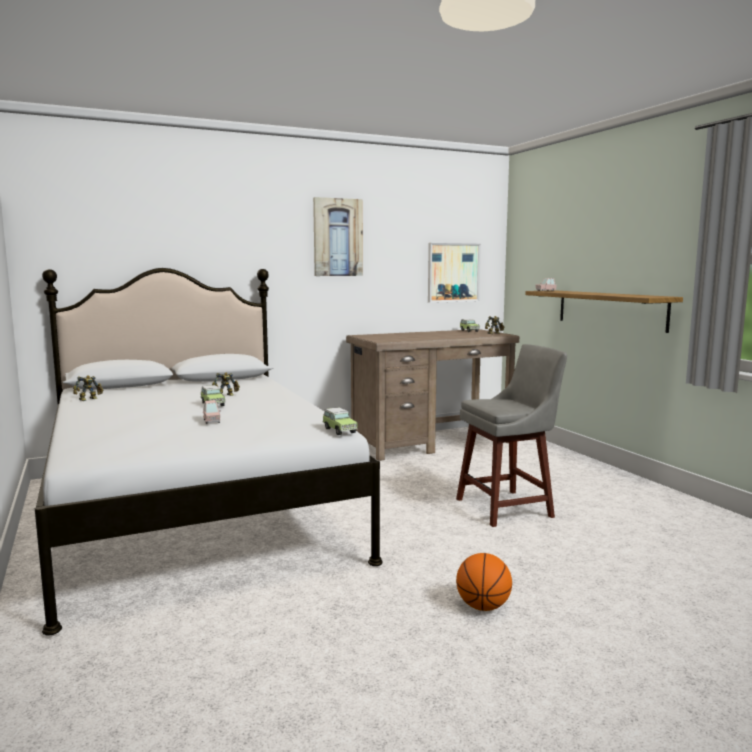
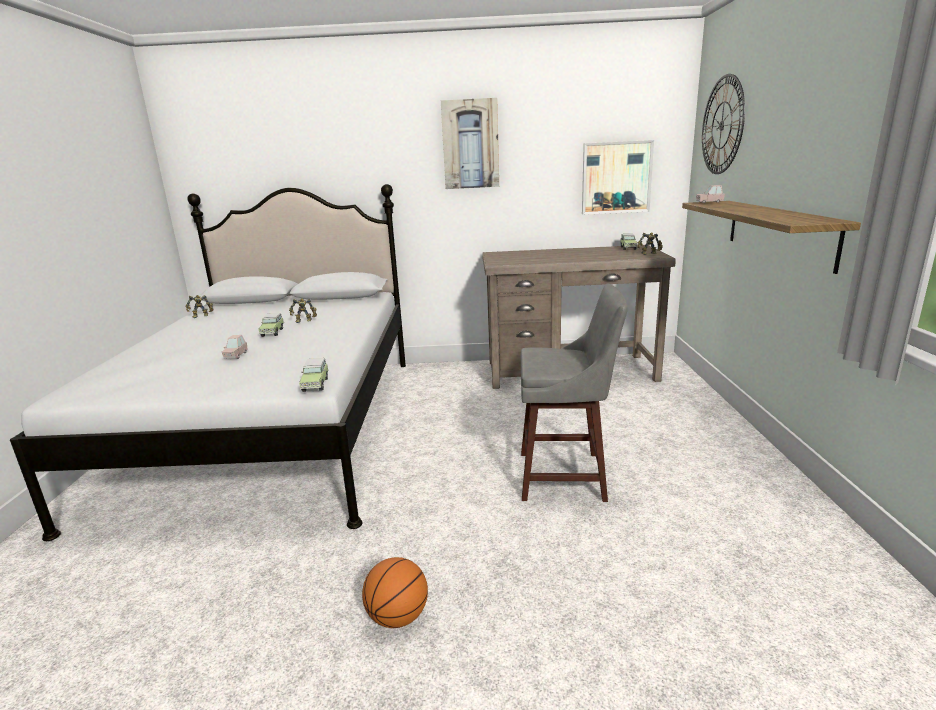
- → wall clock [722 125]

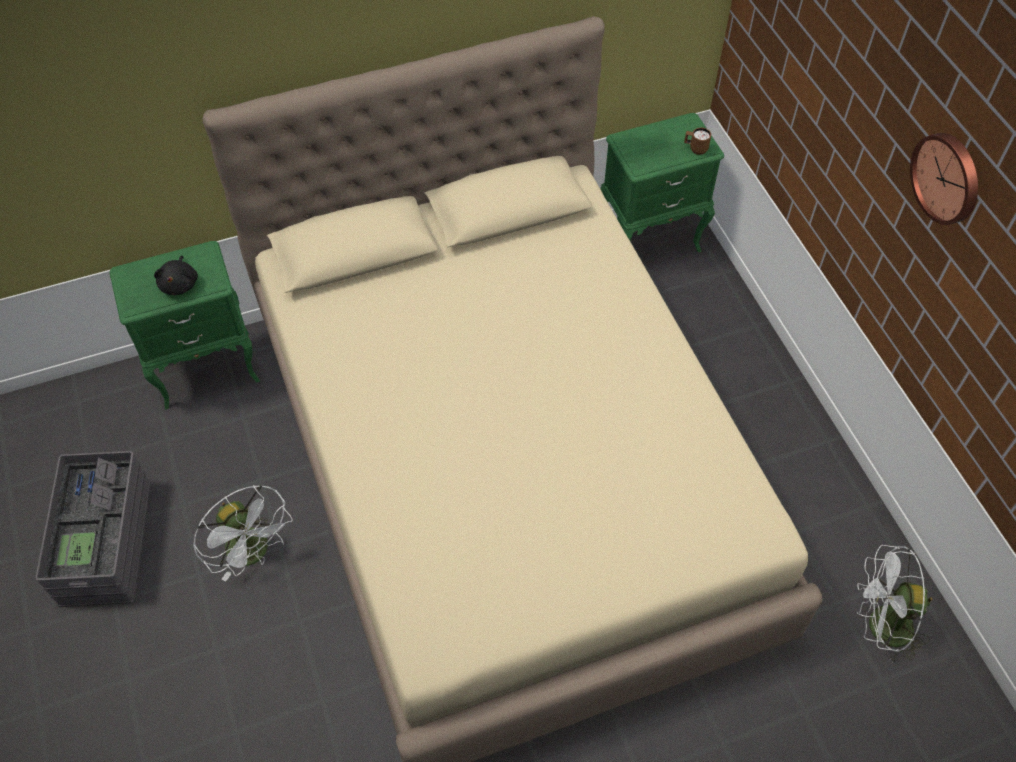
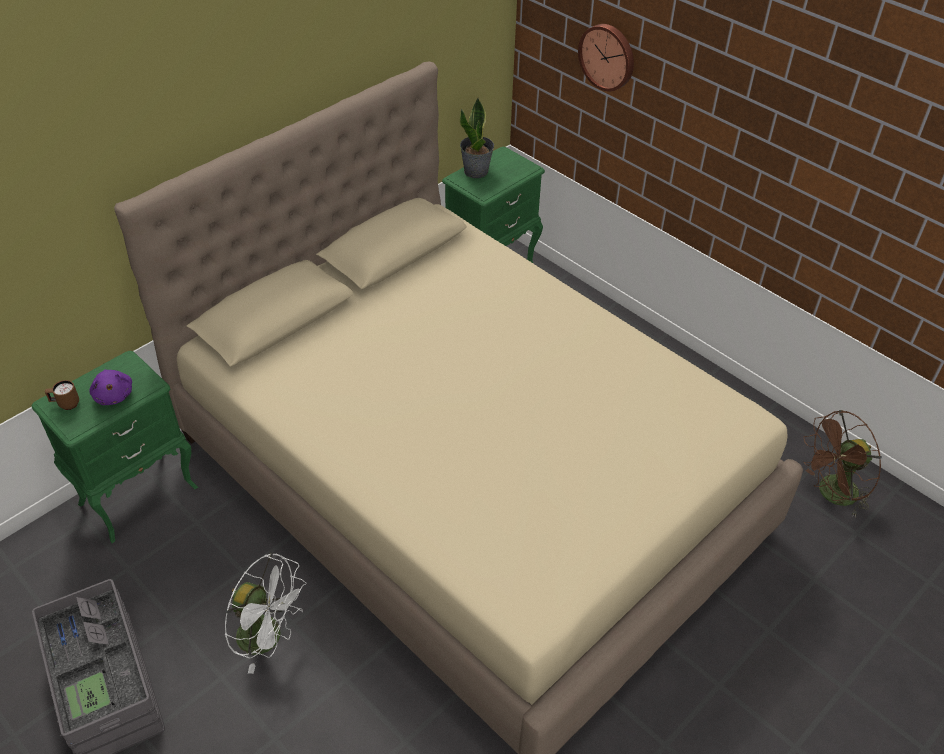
brown-coloured coffee mug [695 149] → brown-coloured coffee mug [65 404], shifted
blackish soft toy [180 284] → purplish soft toy [114 395]
- → plant in a pot [476 171]
wall clock [947 177] → wall clock [608 56], shifted
white-coloured cooling fan [880 628] → brown-coloured cooling fan [831 495]

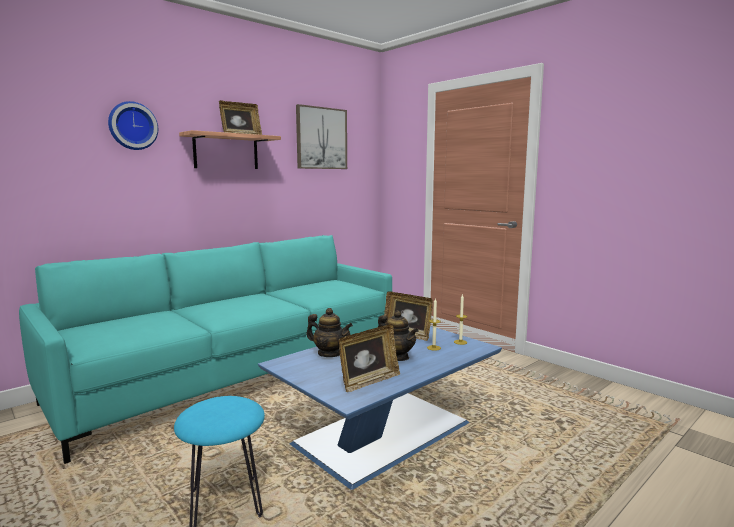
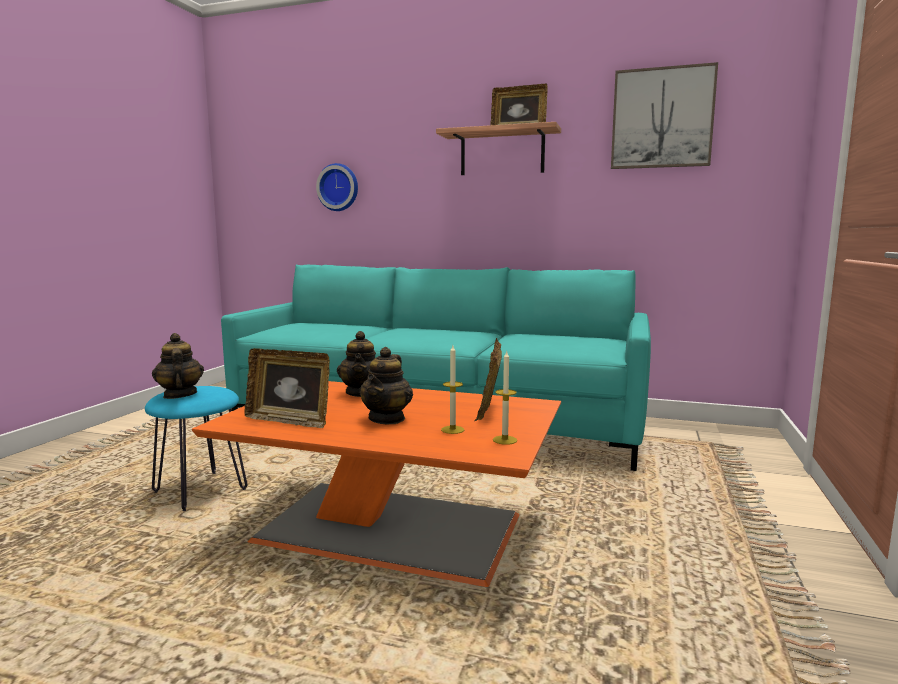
- → teapot [179 395]
blue-coloured coffee table [385 432] → orange coffee table [395 529]
wall clock [132 126] → wall clock [339 187], shifted

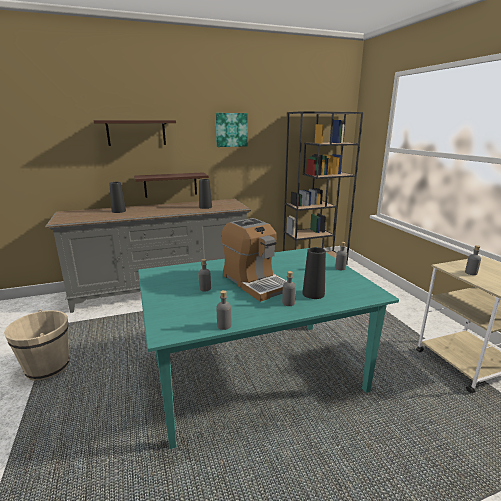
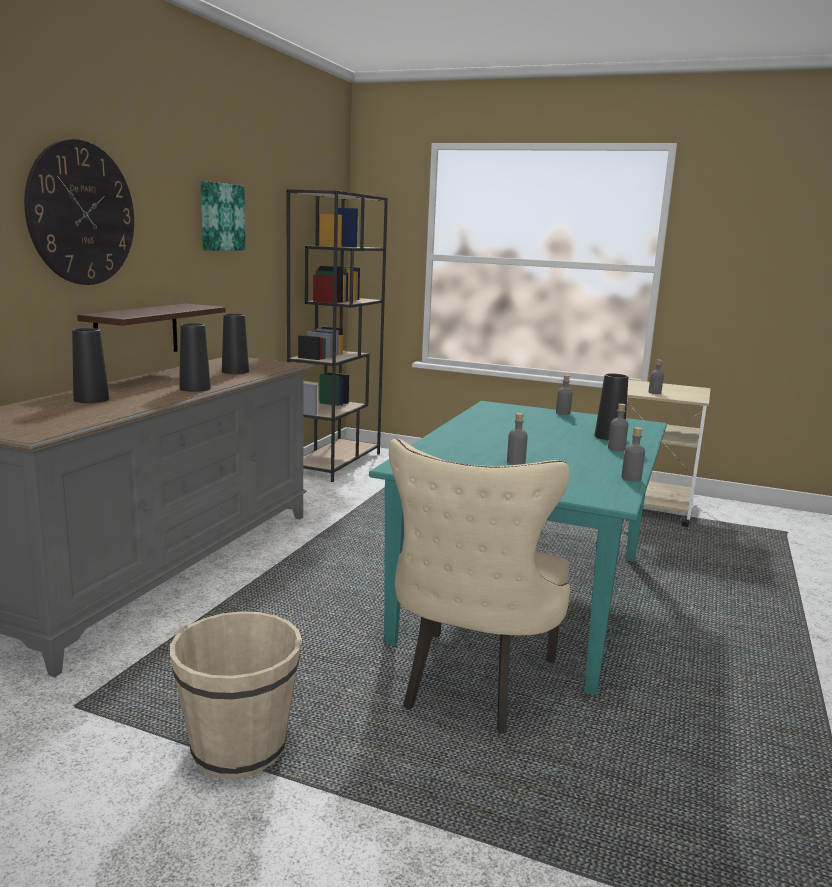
wall shelf [136 132] → wall clock [82 213]
- → blackish decorative vase [195 388]
- → sand-coloured plain chair [472 685]
coffee maker [255 282] → -

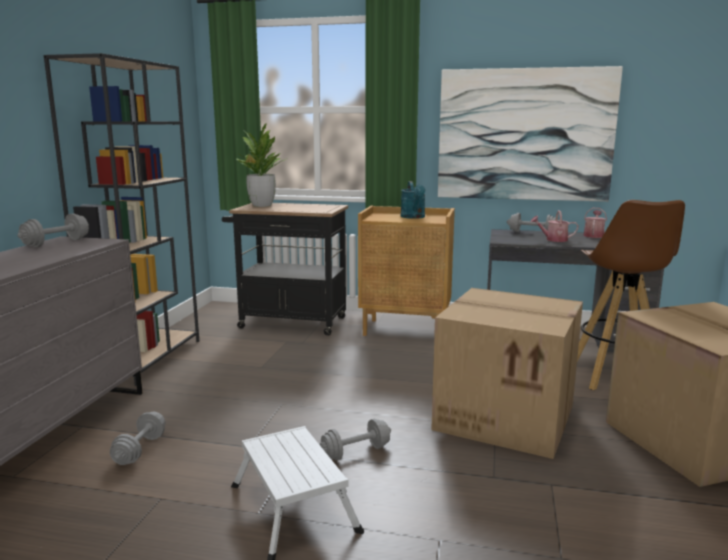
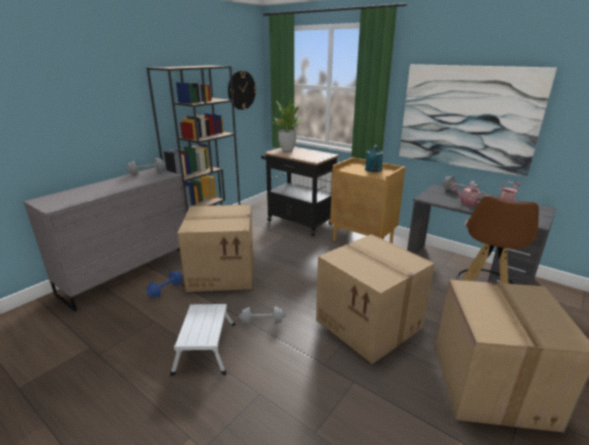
gray free weight [140 450] → blue-coloured free weight [166 290]
- → carton [223 272]
- → wall clock [241 90]

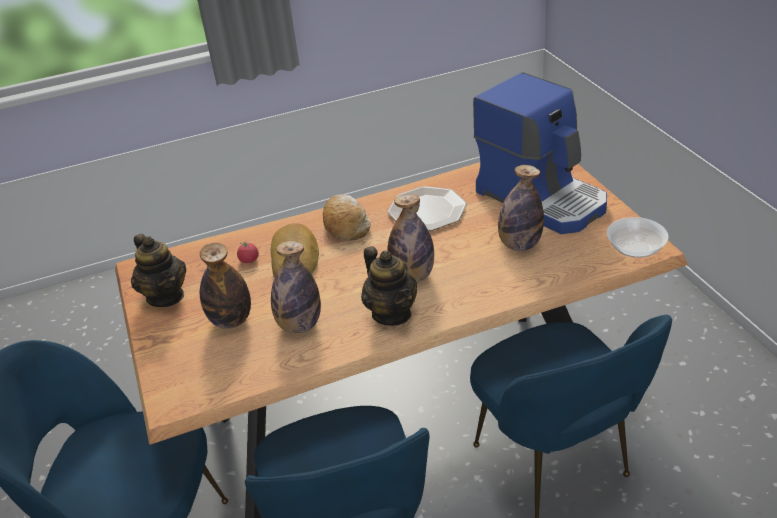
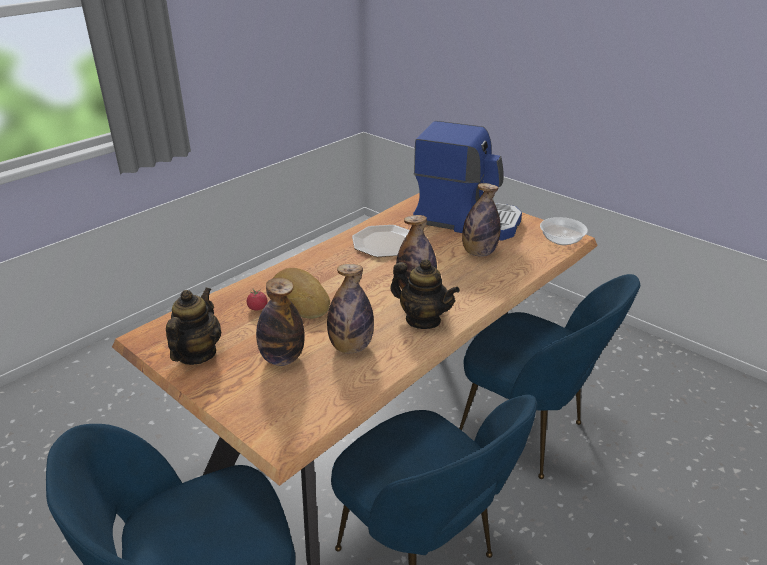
teapot [166 296] → teapot [196 354], 105 degrees counterclockwise
bread [346 225] → -

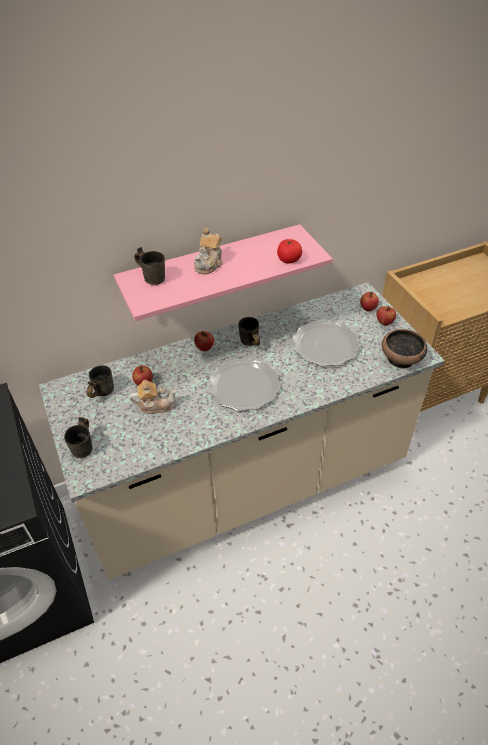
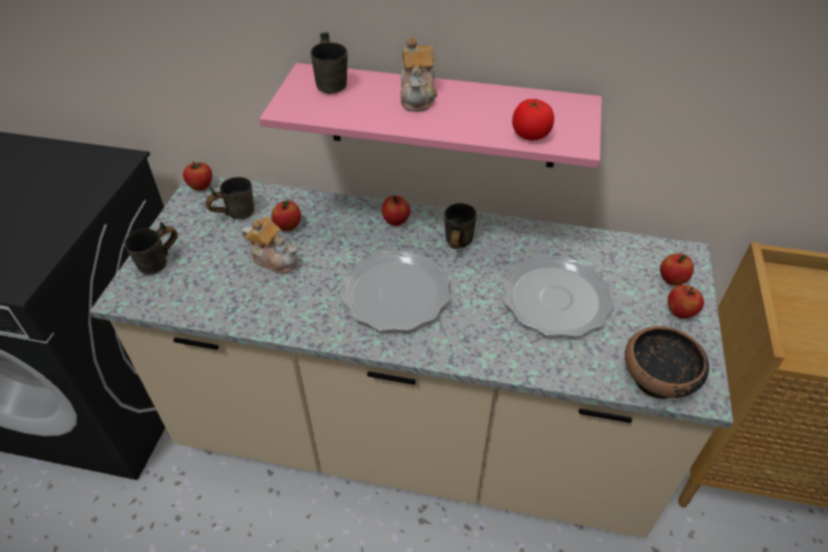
- → apple fruit [201 186]
teapot [209 264] → teapot [418 96], 60 degrees counterclockwise

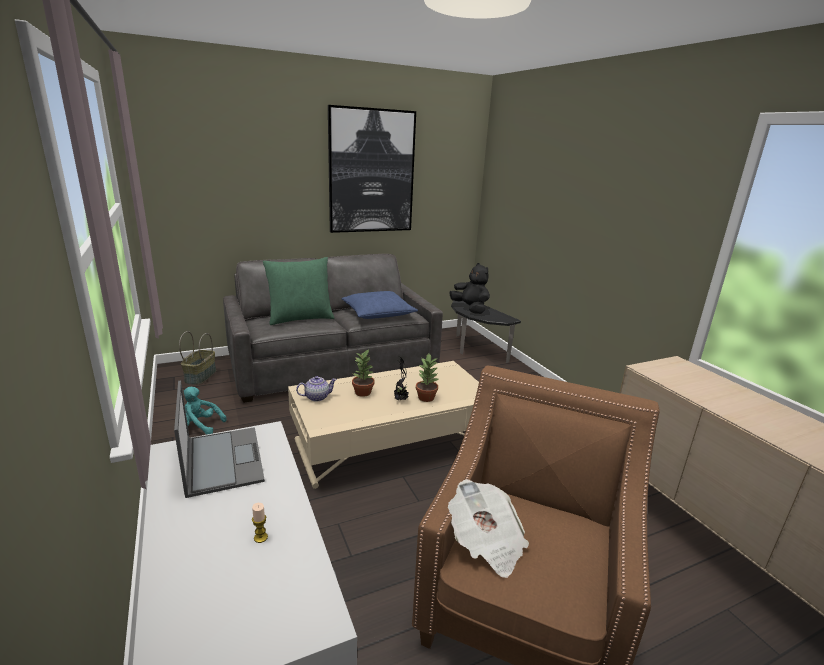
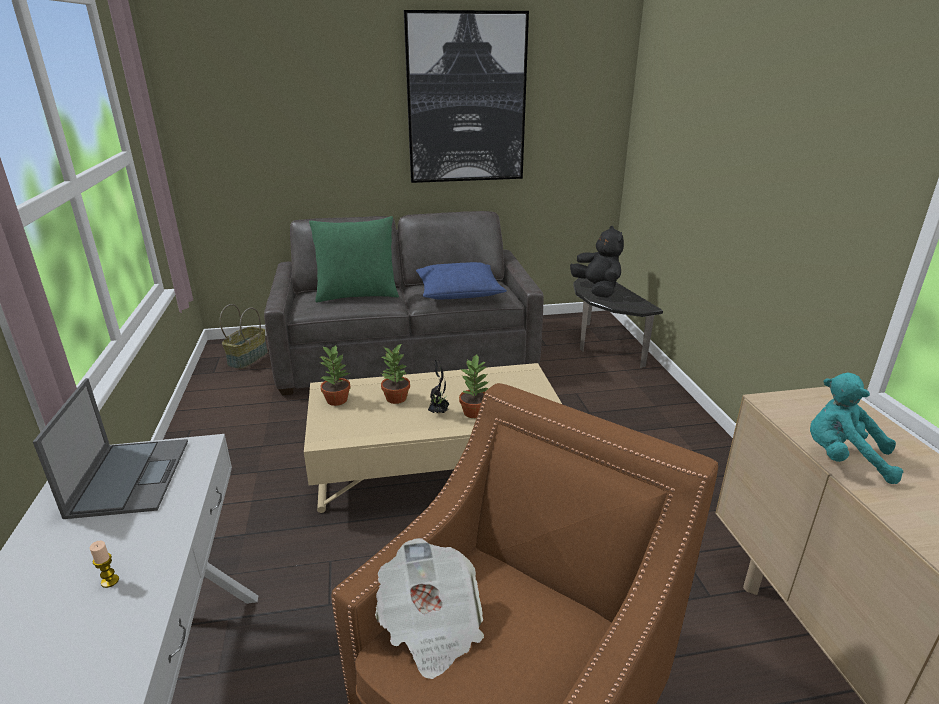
teapot [316 397] → plant in a pot [337 400]
blue-green soft toy [200 426] → blue-green soft toy [843 459], shifted

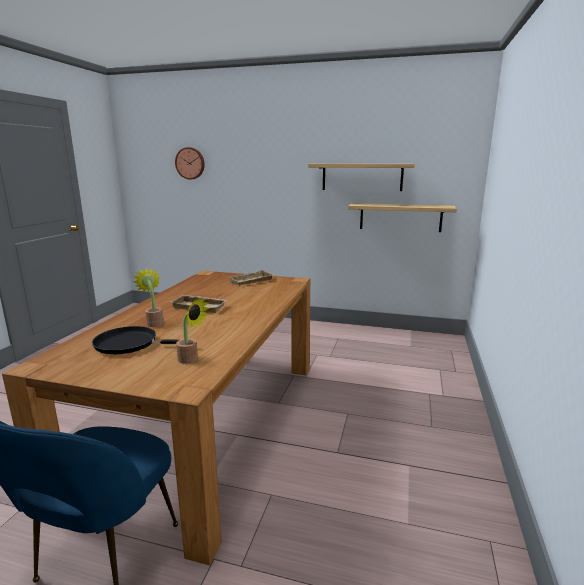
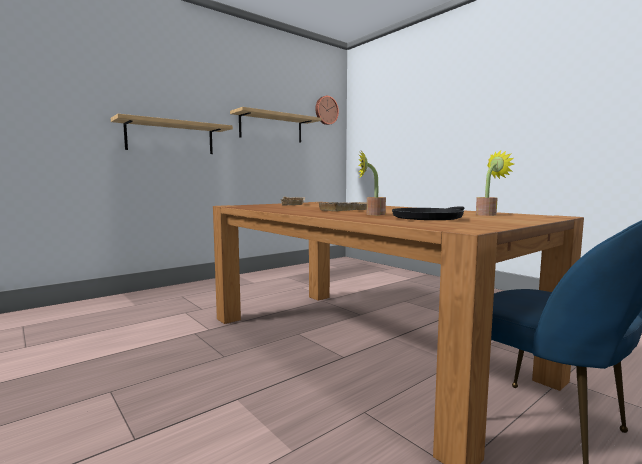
wall shelf [400 217] → wall shelf [171 137], shifted
wall clock [190 163] → wall clock [326 110], shifted

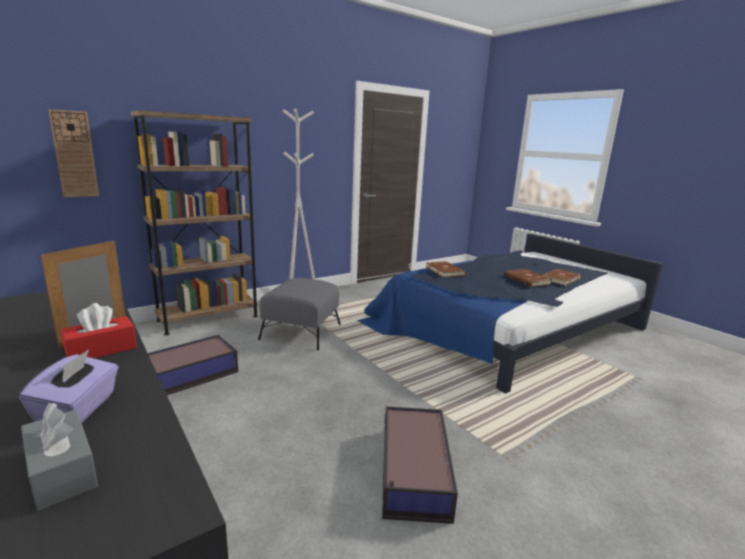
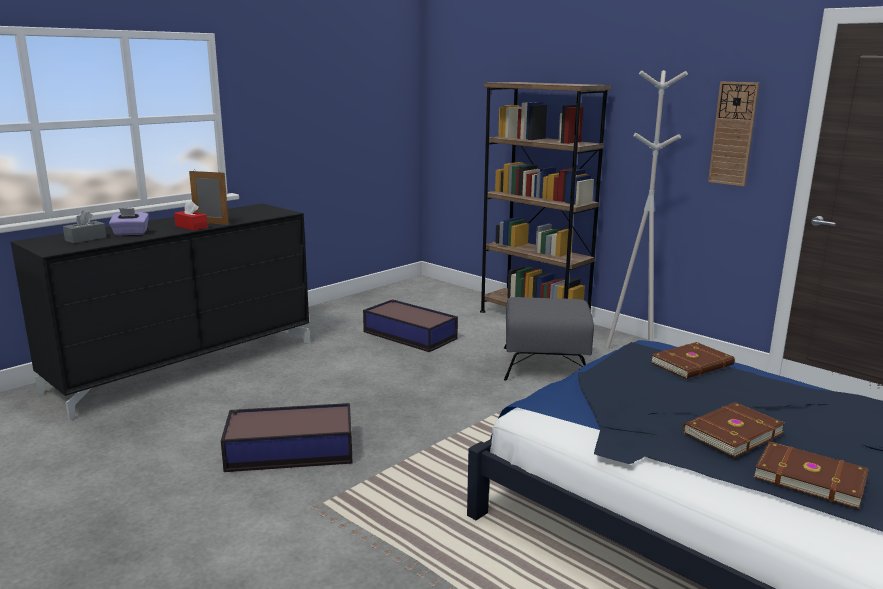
wall clock [74 154] → wall clock [733 134], shifted

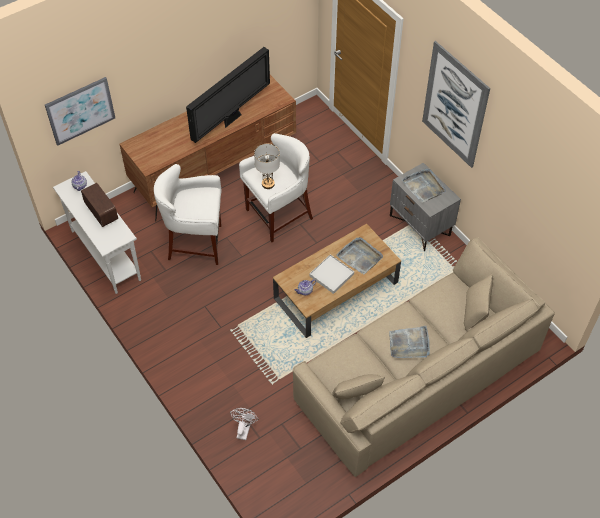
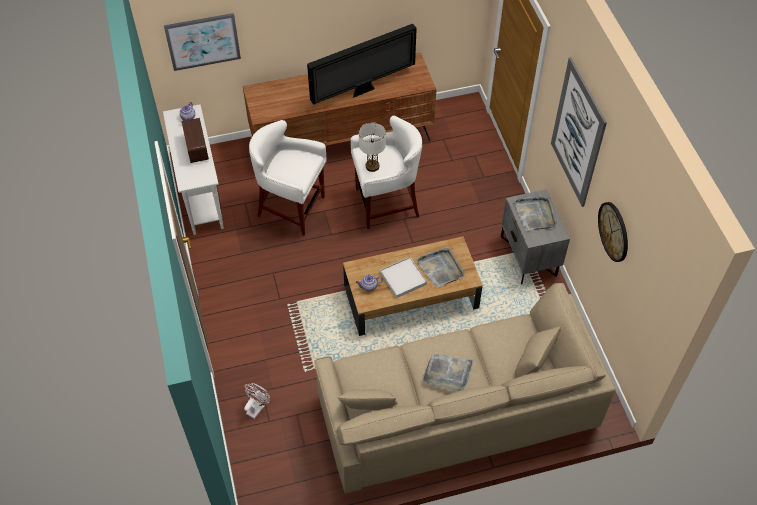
- → wall clock [614 231]

